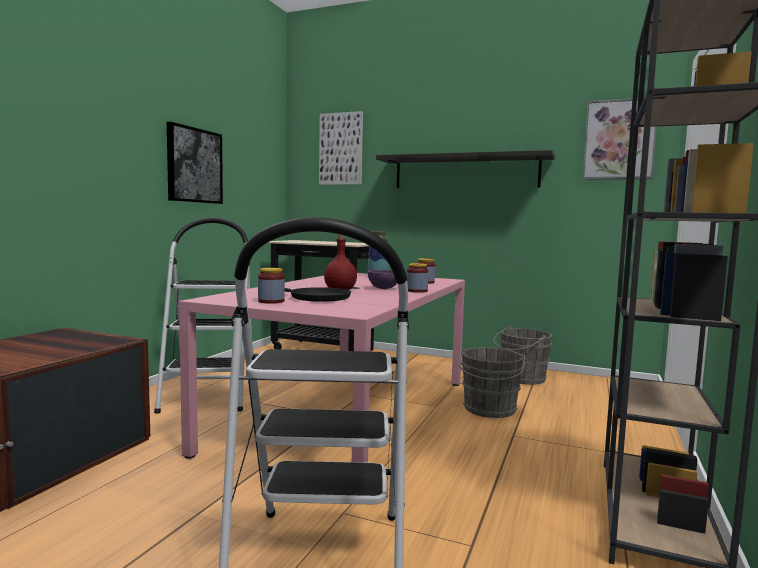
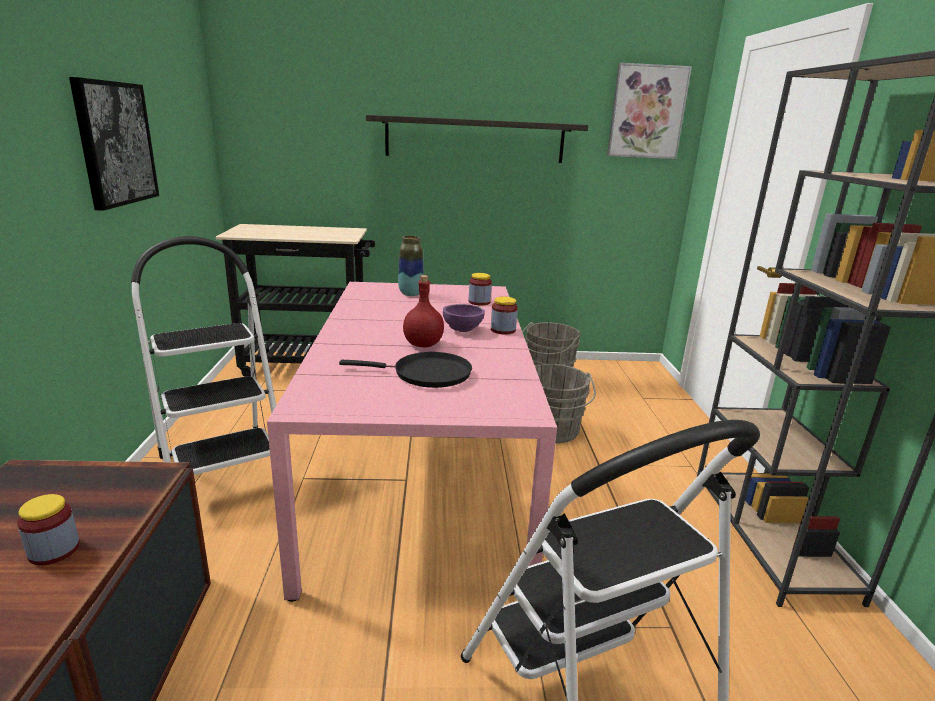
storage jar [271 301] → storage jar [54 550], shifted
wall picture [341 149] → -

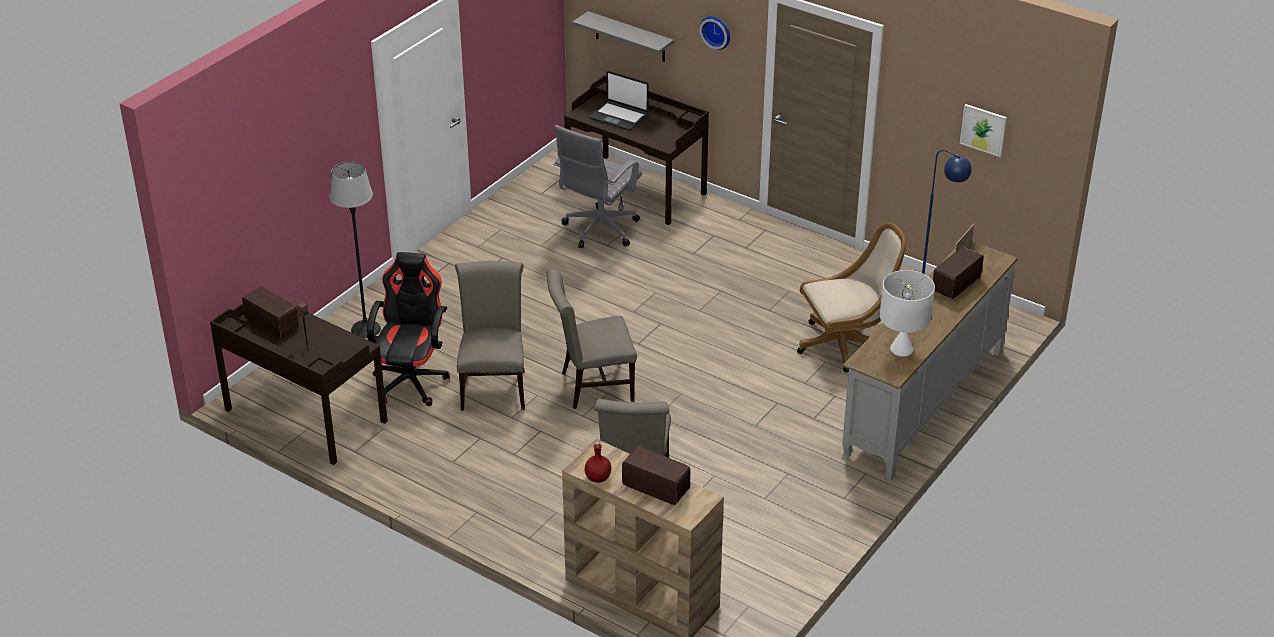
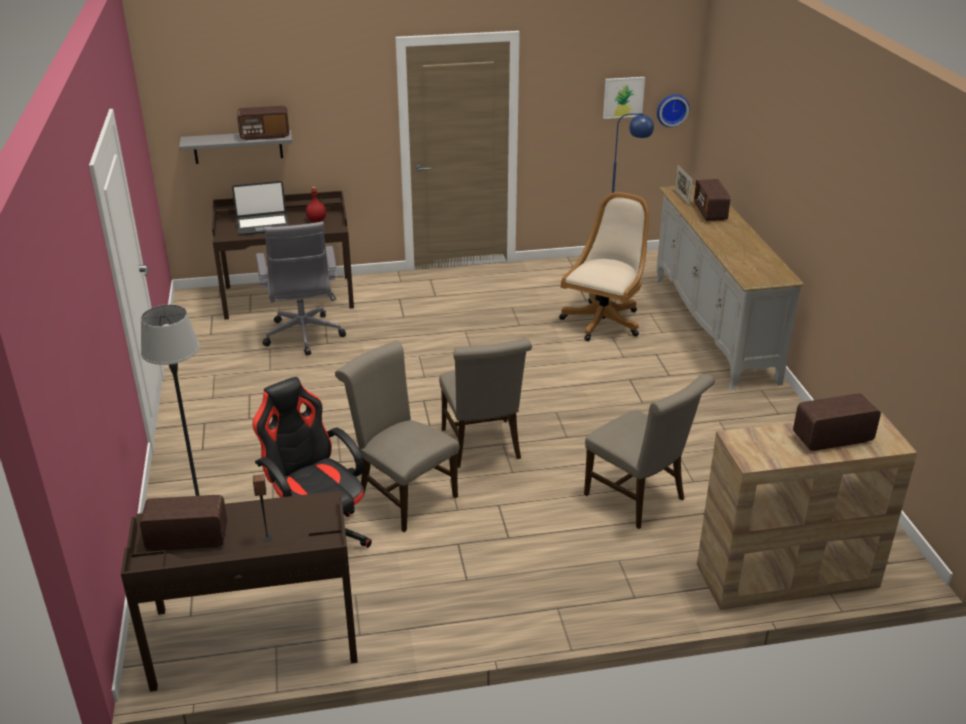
- → radio receiver [265 135]
red-coloured bottle [597 477] → red-coloured bottle [316 220], shifted
sand-coloured plain chair [592 387] → sand-coloured plain chair [483 446], 45 degrees counterclockwise
wall clock [716 31] → wall clock [672 109], shifted
white-coloured table lamp [901 351] → -

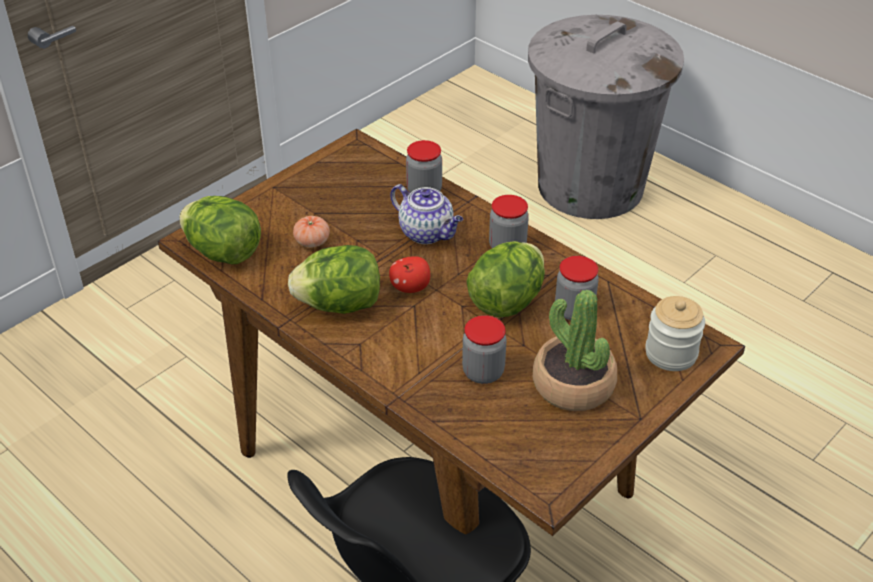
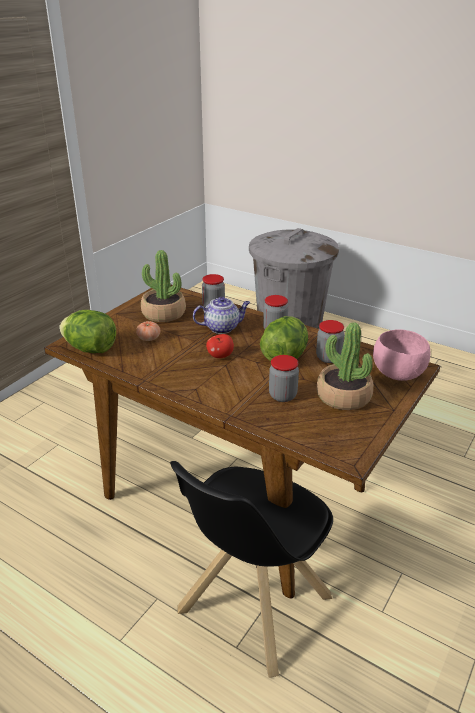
- → plant in a pot [163 313]
teapot [427 233] → teapot [222 327], 45 degrees counterclockwise
storage jar [671 353] → pinkish serving bowl [397 373]
lettuce head [340 304] → -

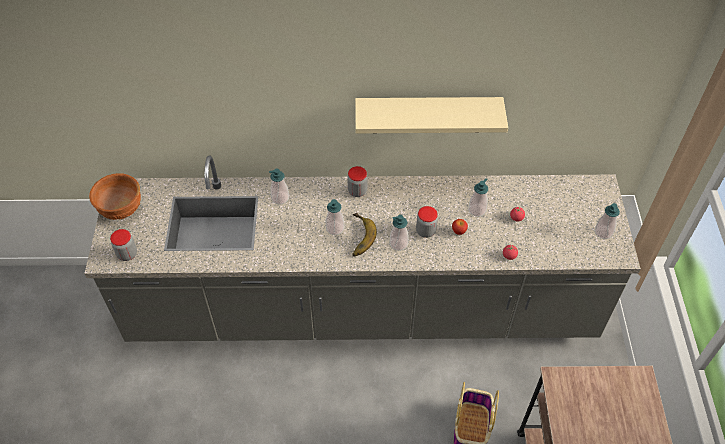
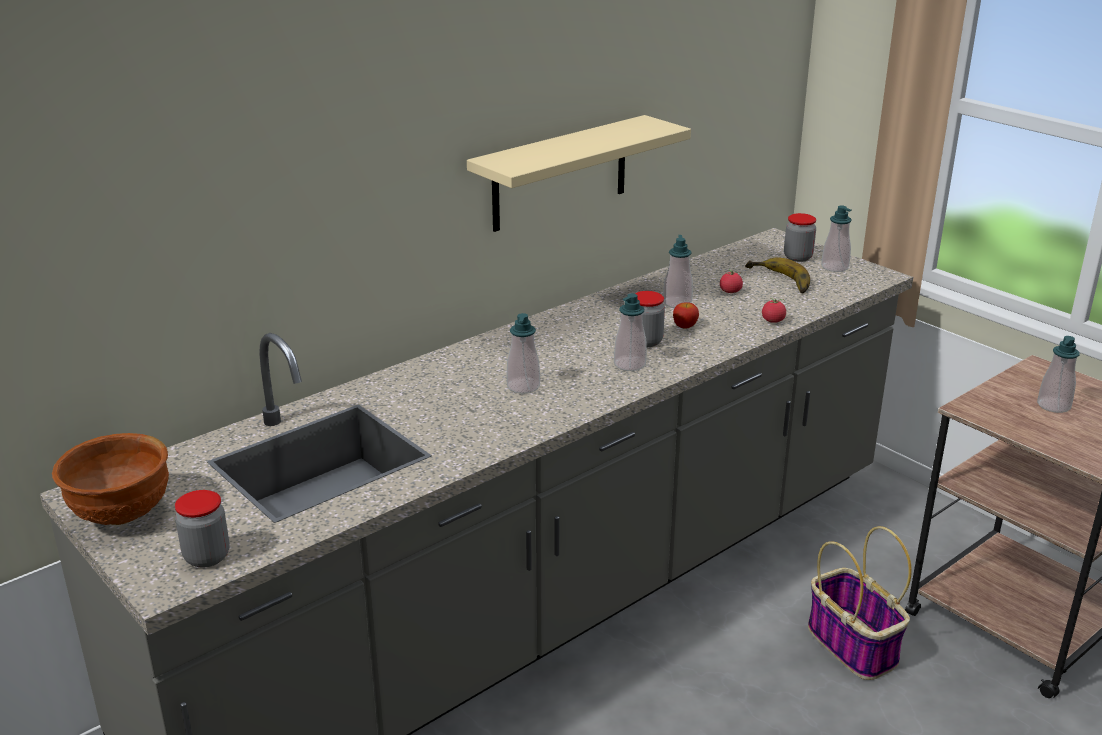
banana [357 237] → banana [778 281], shifted
storage jar [357 191] → storage jar [797 257], shifted
liquid soap bottle [280 198] → liquid soap bottle [1053 405], shifted

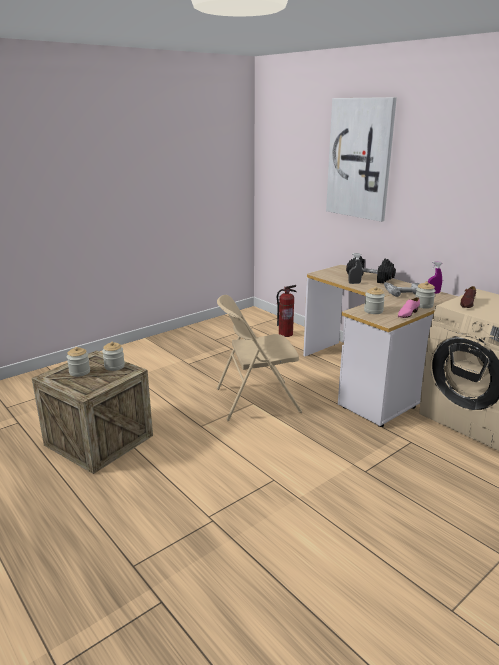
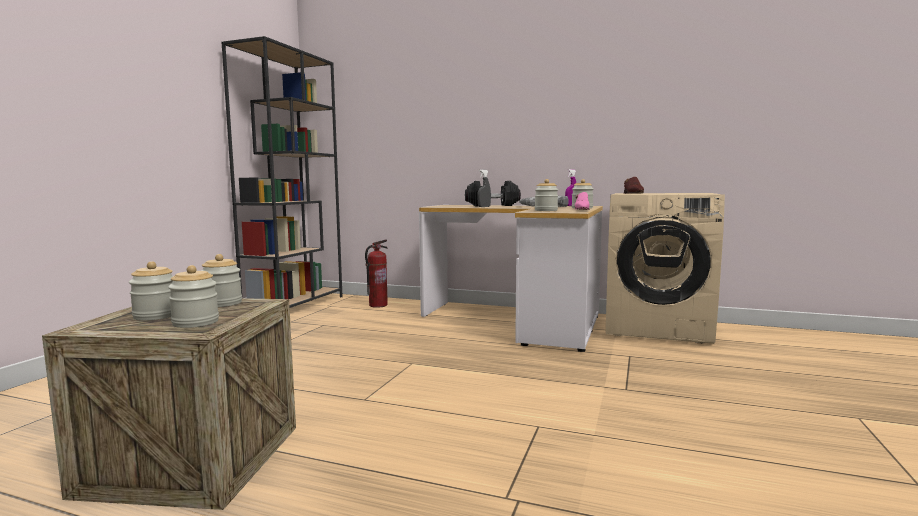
- → storage jar [195 322]
- → shelving unit [295 305]
sand-coloured plain chair [257 400] → -
wall picture [360 159] → -

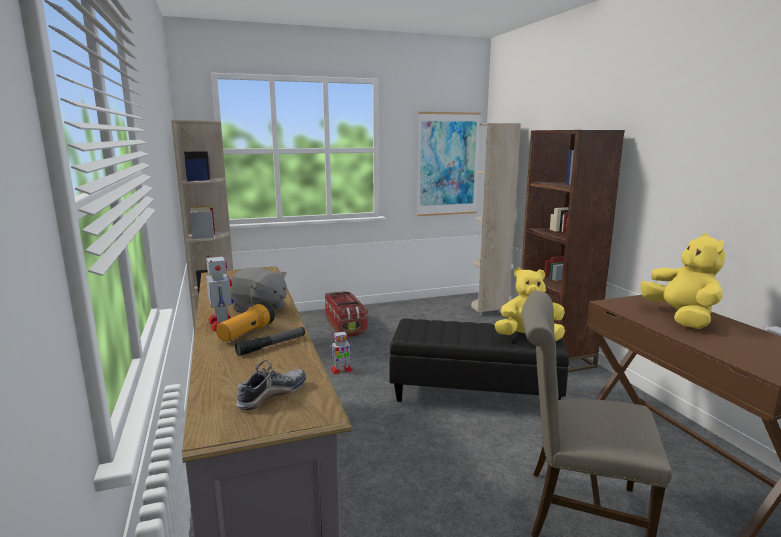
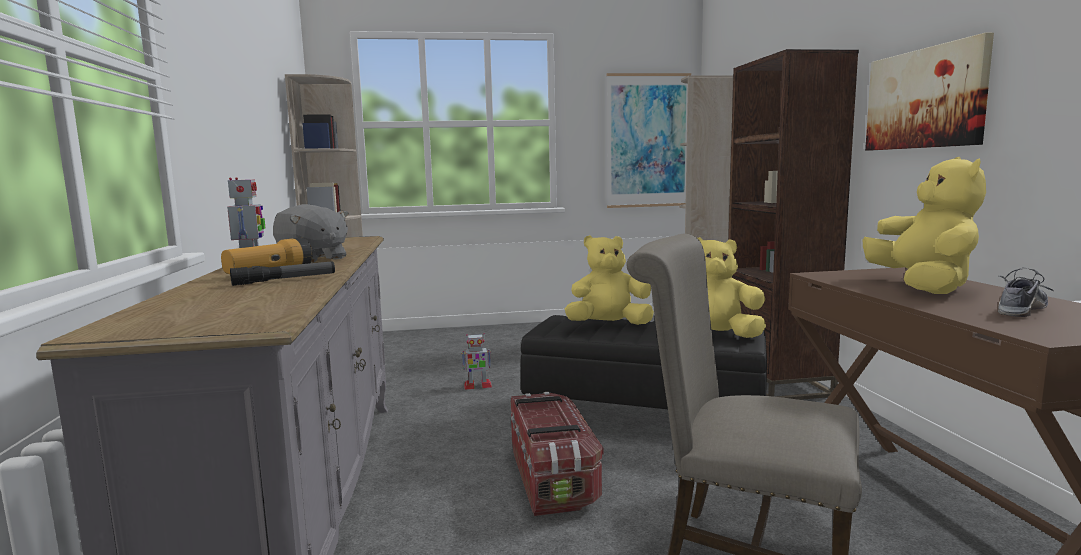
storage box [345 326] → storage box [552 478], shifted
- → yellow soft toy [609 325]
- → wall picture [925 99]
shoe [272 395] → shoe [1020 310], shifted

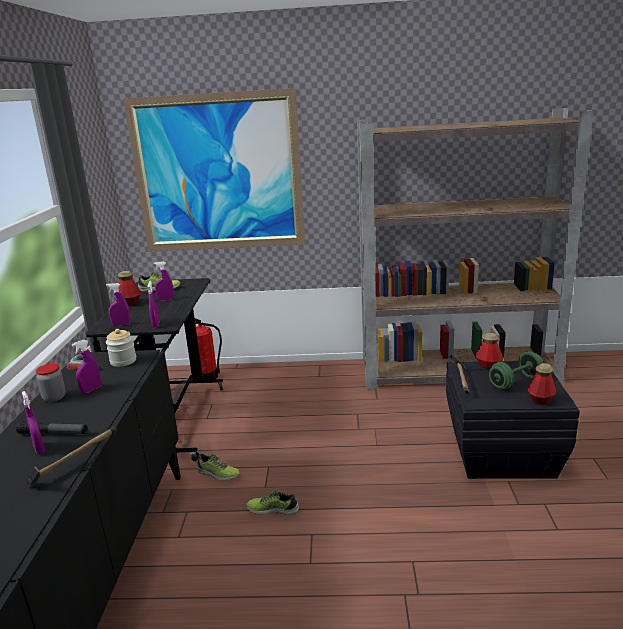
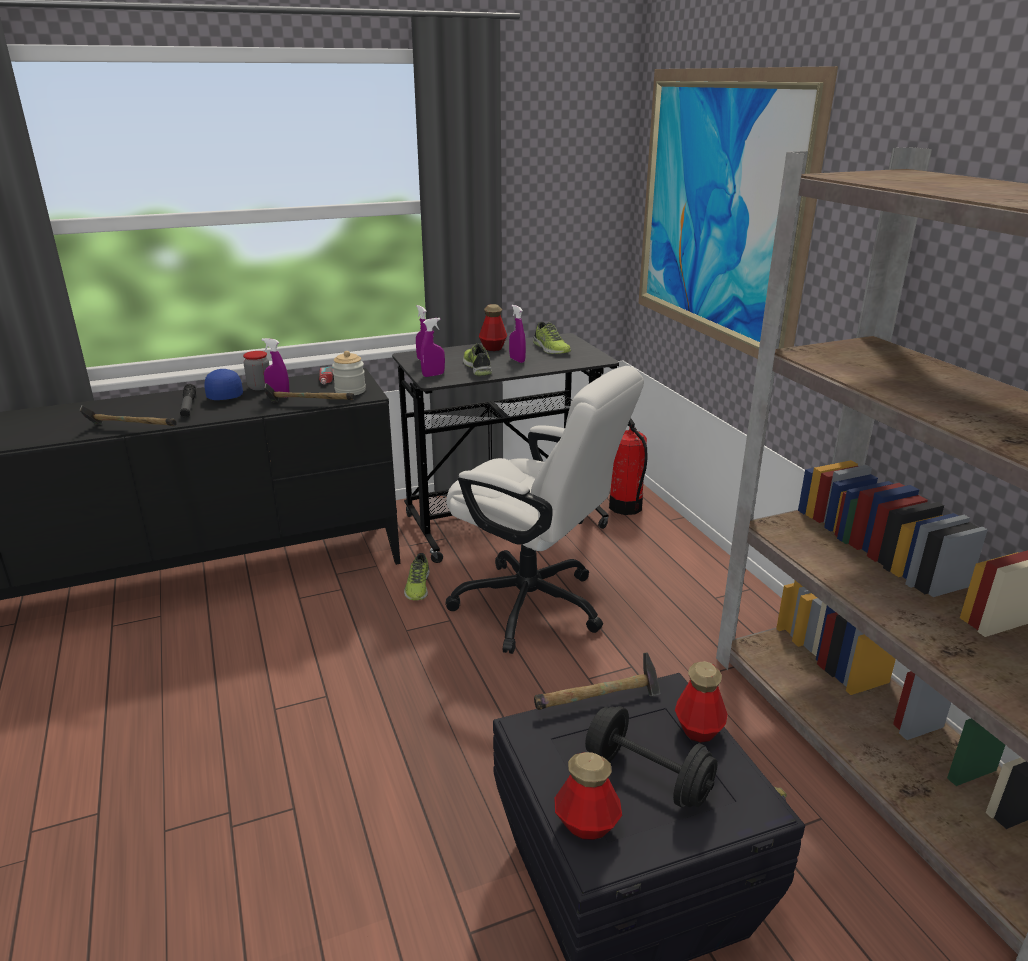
- → blue-coloured peaked cap [224 395]
- → hammer [308 405]
- → white-coloured computer chair [536 608]
shoe [273 509] → shoe [478 368], shifted
green free weight [515 382] → blackish free weight [647 777]
purplish sprayer [39 449] → -

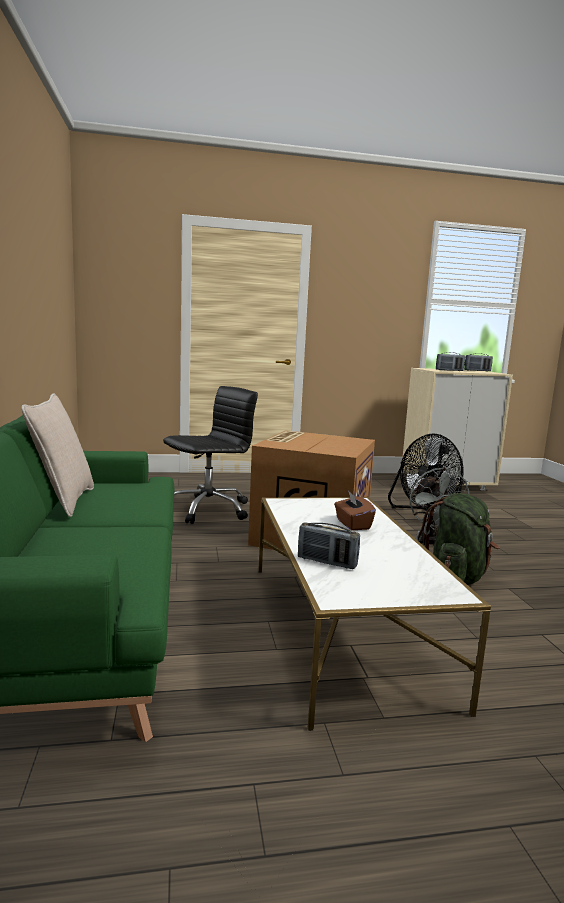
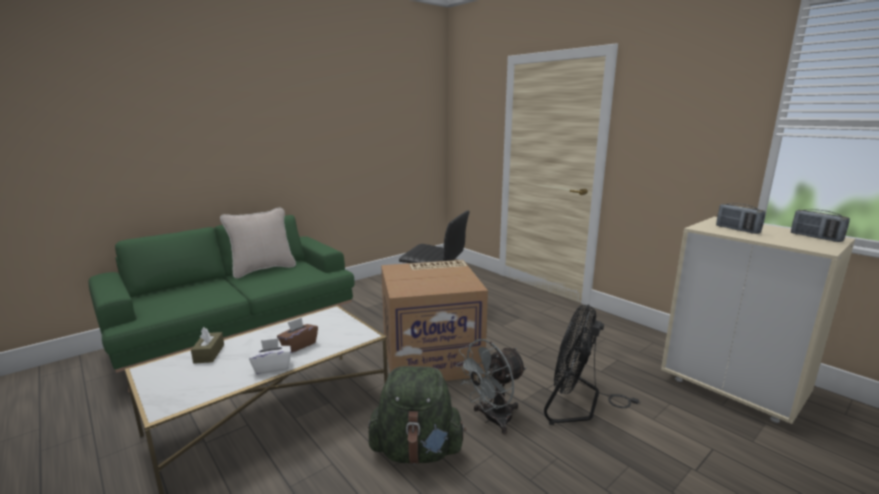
radio receiver [327 562] → brown-coloured tissue box [209 354]
- → white-coloured tissue box [272 367]

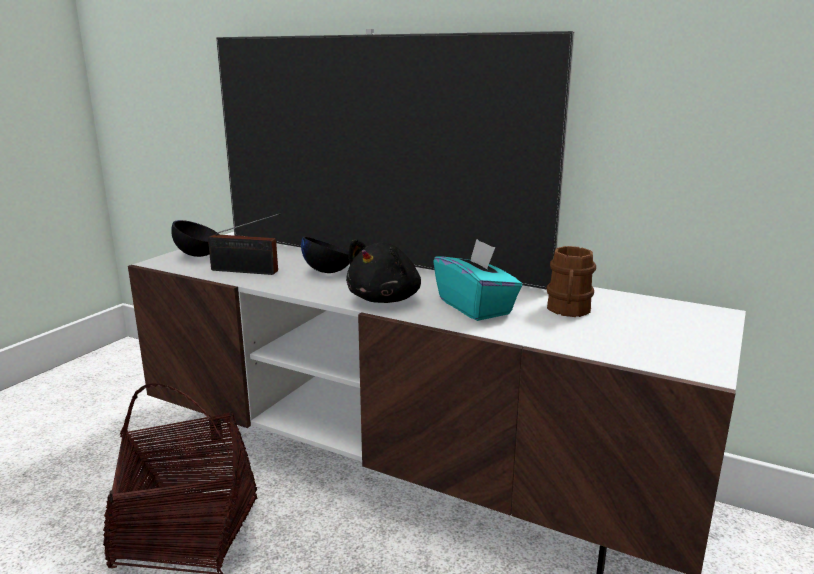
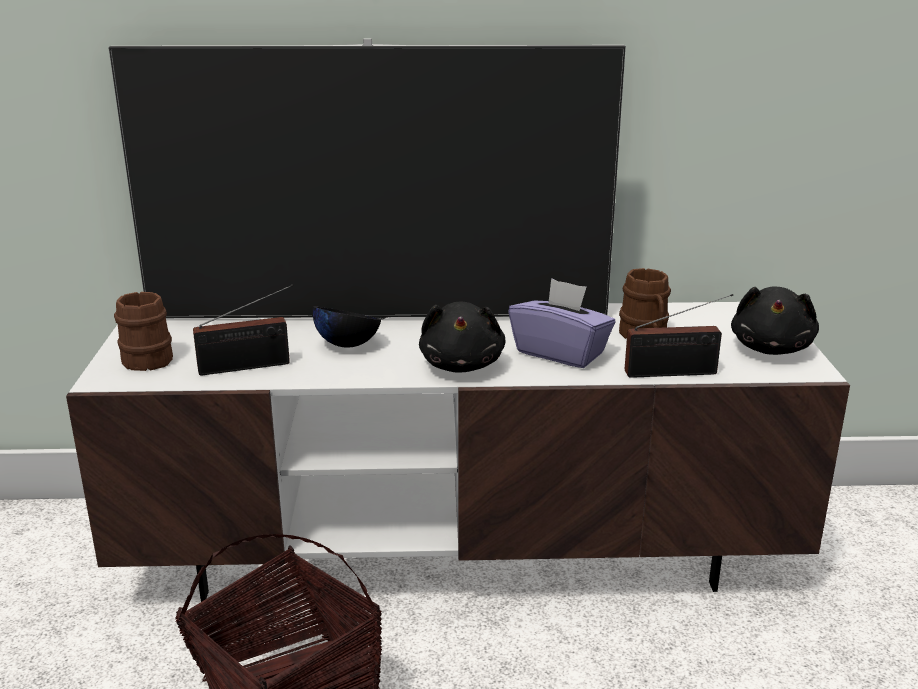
blackish serving bowl [199 255] → brown-coloured coffee mug [144 357]
blue-green tissue box [475 307] → purplish tissue box [560 353]
- → radio receiver [676 373]
- → blackish soft toy [771 348]

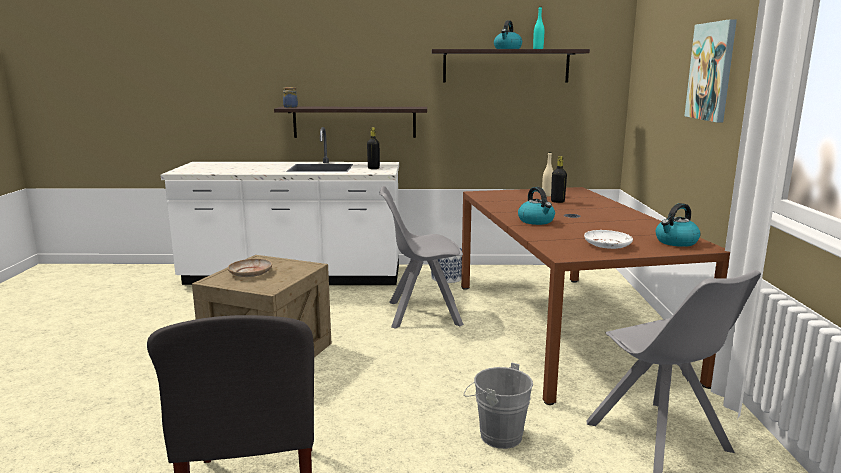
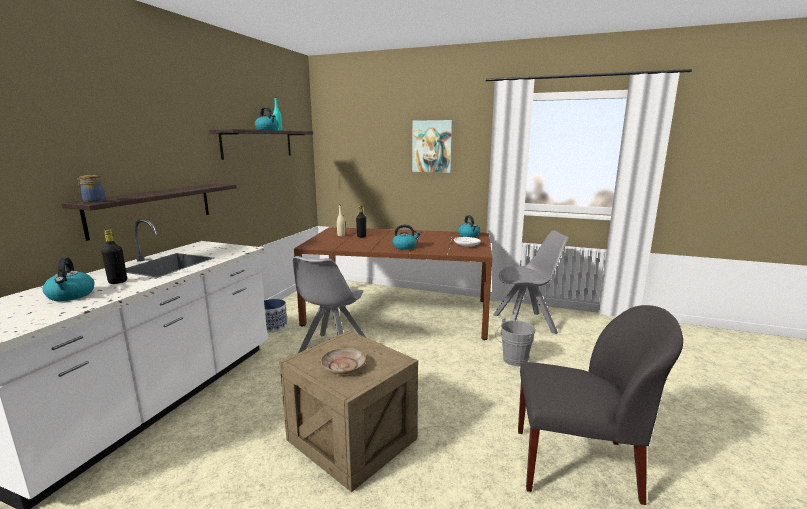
- → tea kettle [71 295]
blackish bottle [373 168] → blackish bottle [118 282], shifted

